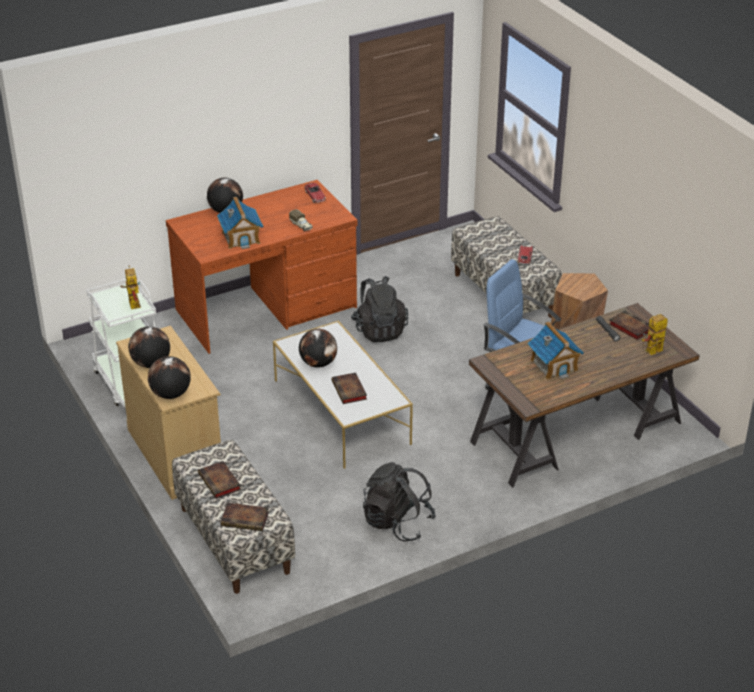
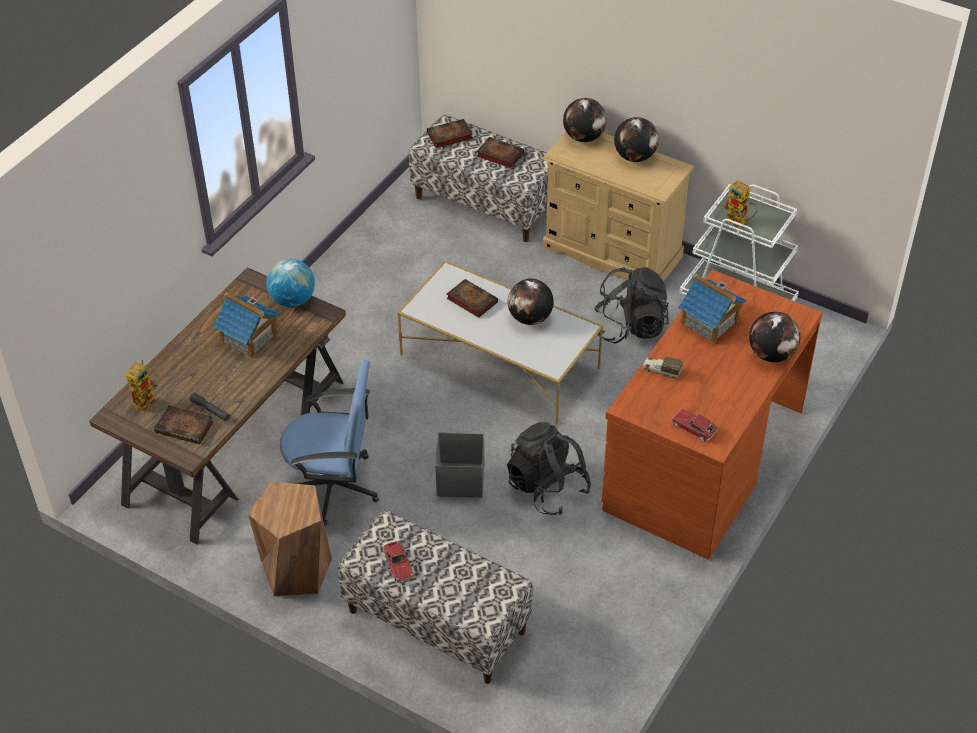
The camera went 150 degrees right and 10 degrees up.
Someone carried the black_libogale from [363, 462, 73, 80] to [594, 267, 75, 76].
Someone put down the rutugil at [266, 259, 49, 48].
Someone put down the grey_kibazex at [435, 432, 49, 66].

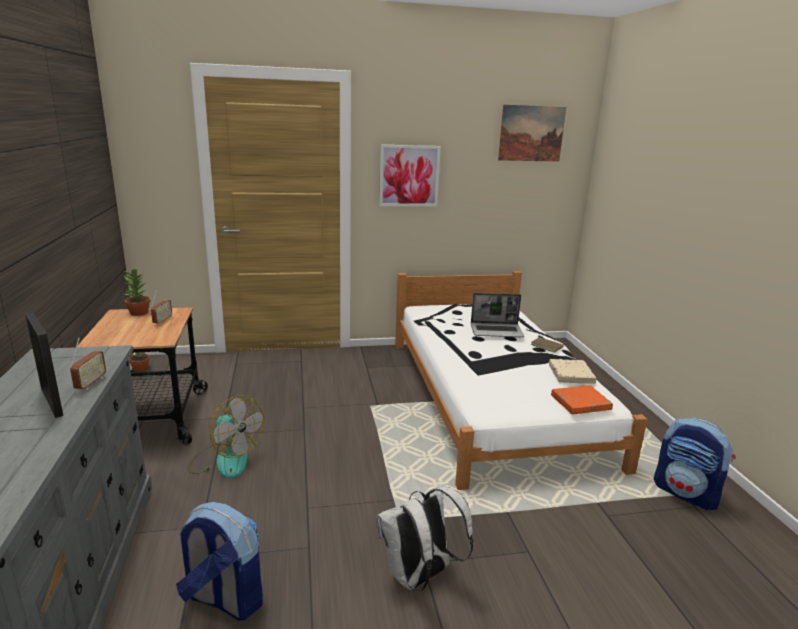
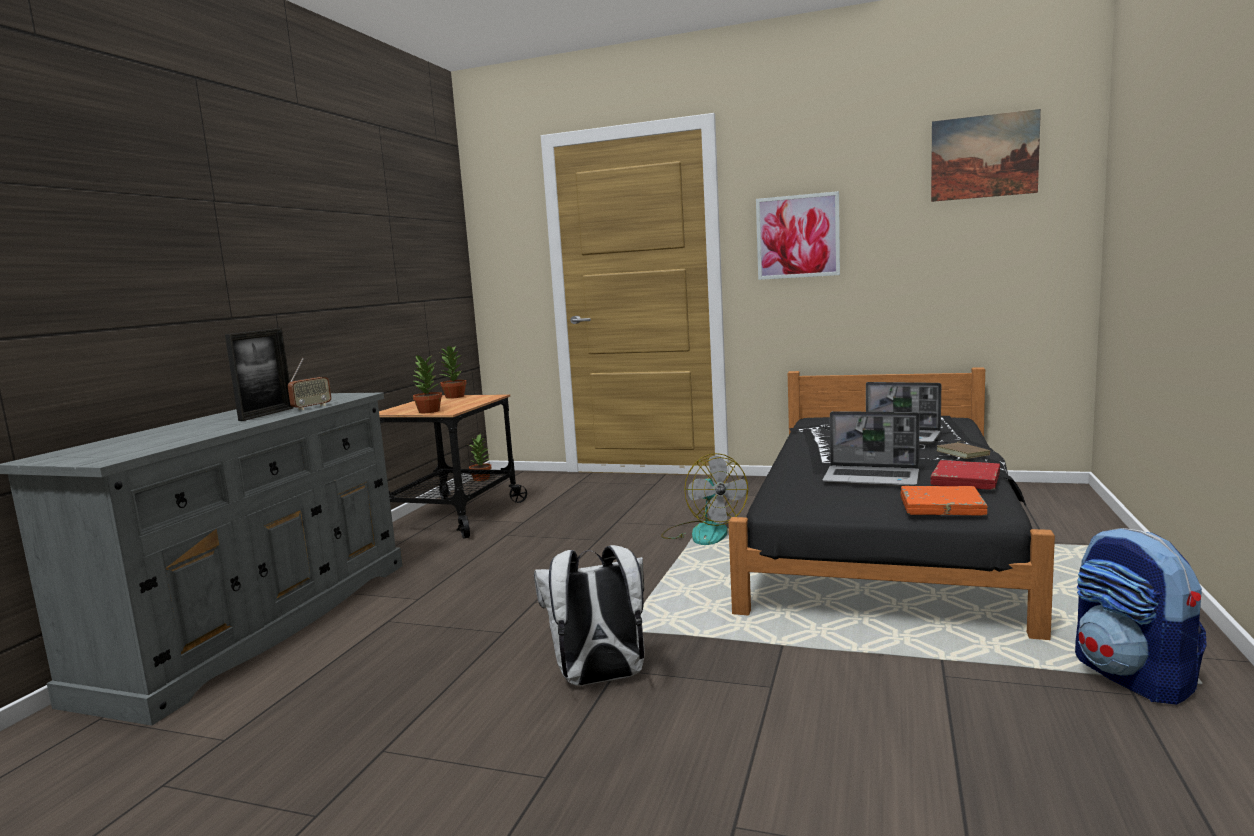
The camera went 30 degrees right and 10 degrees down.
Someone rotated the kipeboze at [25, 313, 38, 105] by 150 degrees counterclockwise.
Someone took away the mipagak at [151, 289, 21, 35].
Someone took away the libogale at [176, 502, 87, 119].
Someone carried the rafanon from [188, 395, 76, 84] to [661, 453, 87, 92].
Someone repainted the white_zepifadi at [395, 271, 253, 219], which became the black_zepifadi at [728, 367, 327, 273].
Someone repainted the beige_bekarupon at [549, 359, 48, 25], which became the red_bekarupon at [931, 460, 69, 30].
Someone put down the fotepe at [412, 355, 30, 58].
Someone put down the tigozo at [822, 411, 98, 75].

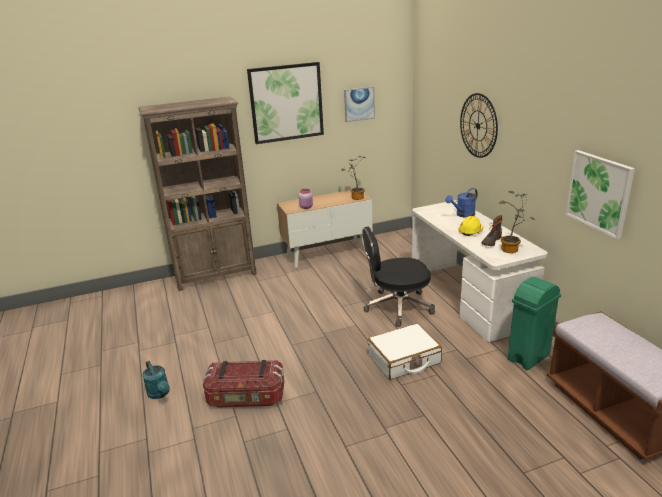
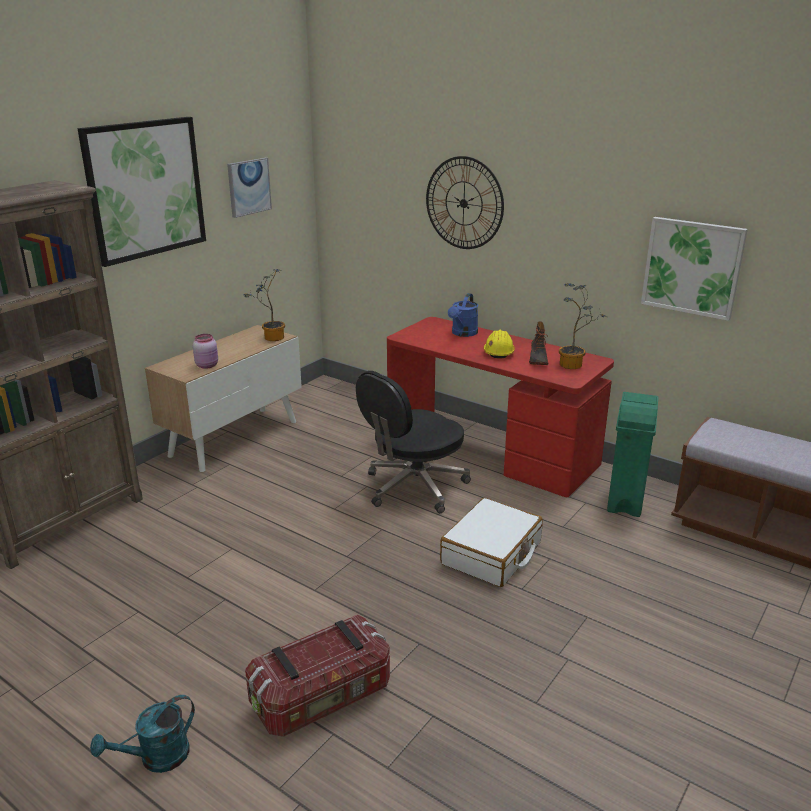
The camera went 35 degrees left and 0 degrees up.
Someone rotated the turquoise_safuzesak at [142, 361, 28, 38] by 120 degrees clockwise.
Someone repainted the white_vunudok at [412, 200, 136, 142], which became the red_vunudok at [387, 317, 227, 180].

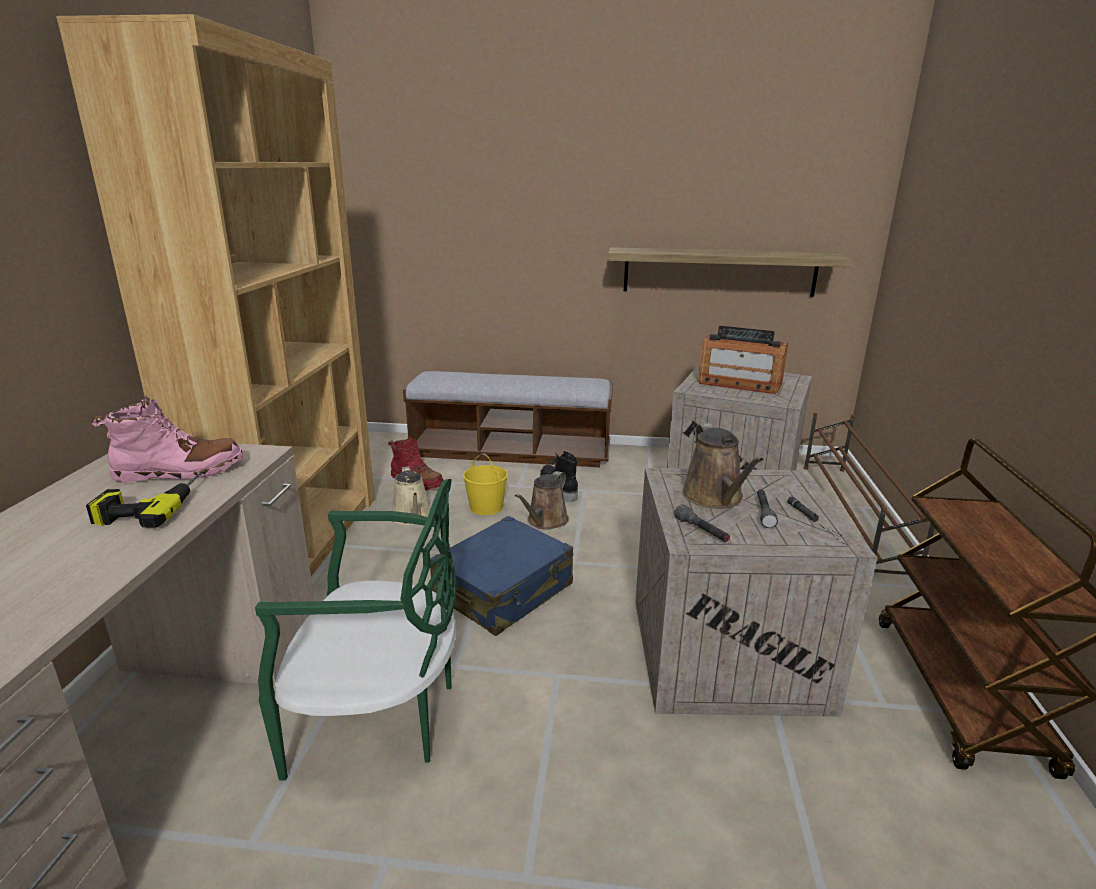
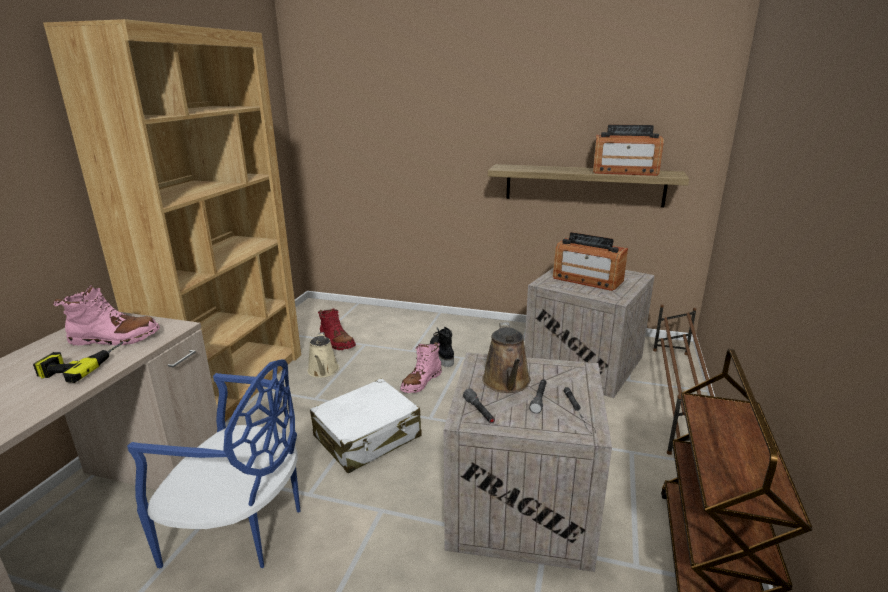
The camera went 10 degrees right and 0 degrees up.
Someone repainted the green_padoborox at [255, 479, 202, 302], which became the blue_padoborox at [127, 359, 173, 209].
Someone took away the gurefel at [403, 371, 210, 96].
Someone repainted the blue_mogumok at [430, 516, 143, 120], which became the white_mogumok at [310, 378, 112, 95].
Someone took away the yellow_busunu at [463, 453, 45, 62].
Someone swapped the brown_safuzesak at [515, 471, 54, 59] for the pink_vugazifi at [400, 342, 42, 51].
Someone put down the mipagak at [593, 124, 71, 52].

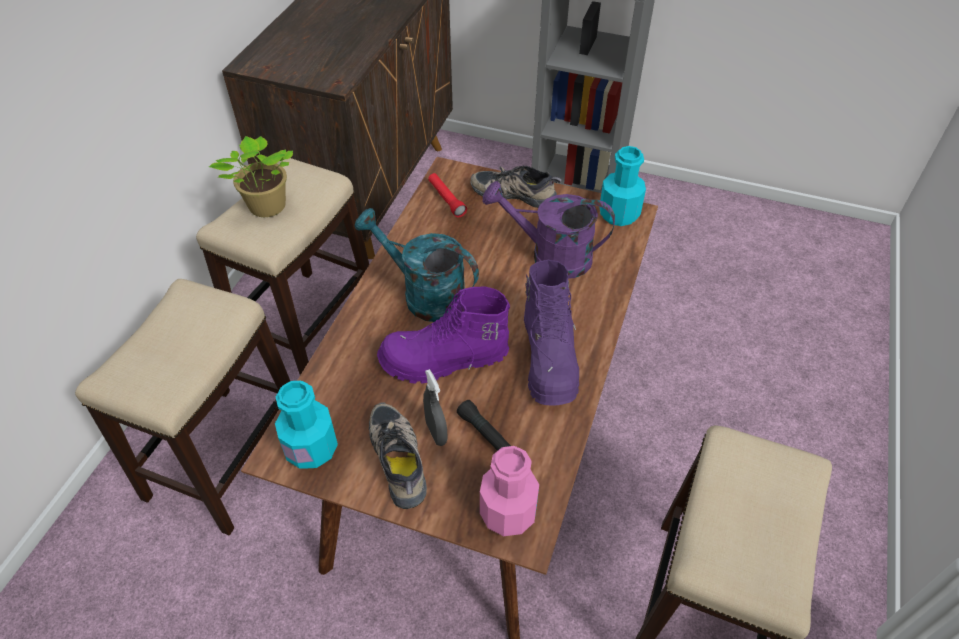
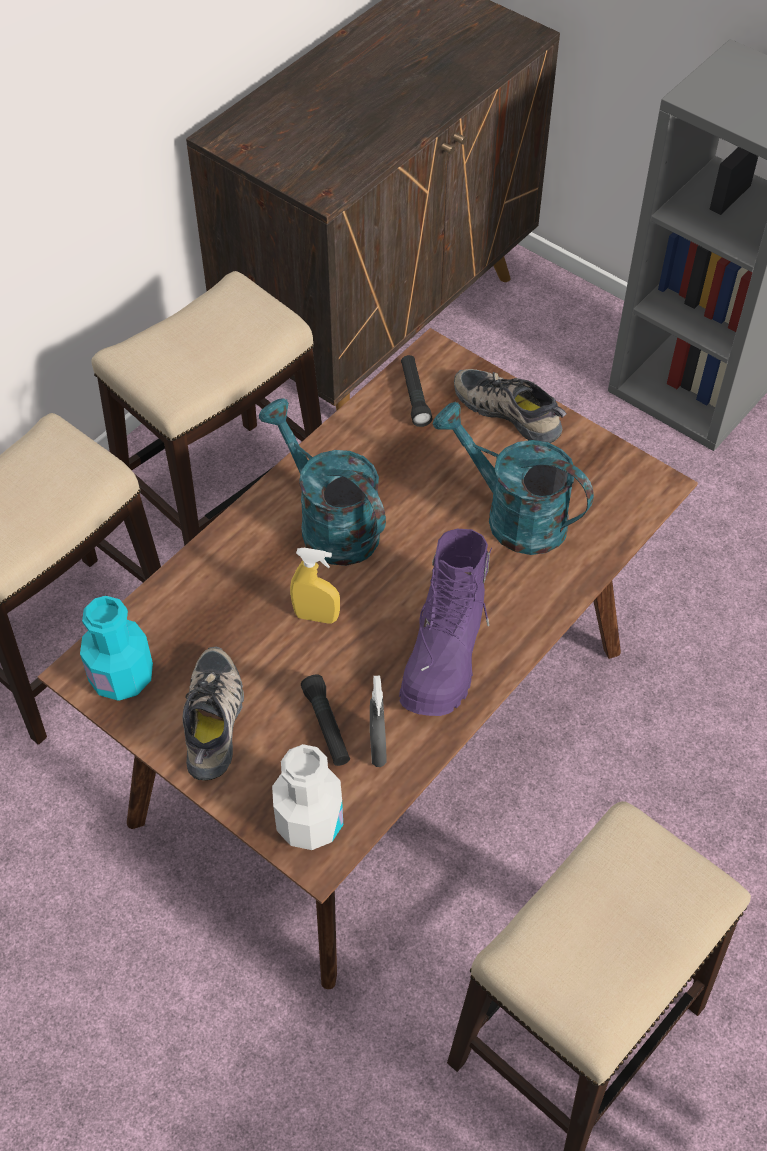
The camera went 20 degrees right and 5 degrees up.
Someone took away the fotepe at [209, 136, 84, 81].
Someone swapped the purple_vugazifi at [377, 286, 133, 98] for the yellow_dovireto at [290, 548, 50, 76].
Someone carried the grey_dovireto from [423, 369, 25, 77] to [370, 676, 16, 91].
Someone repainted the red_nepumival at [428, 173, 39, 44], which became the black_nepumival at [401, 355, 32, 72].
Someone repainted the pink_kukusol at [480, 446, 59, 90], which became the white_kukusol at [272, 744, 71, 106].
Someone repainted the purple_safuzesak at [483, 181, 132, 98], which became the turquoise_safuzesak at [433, 402, 161, 153].
Someone took away the turquoise_kukusol at [600, 146, 46, 80].

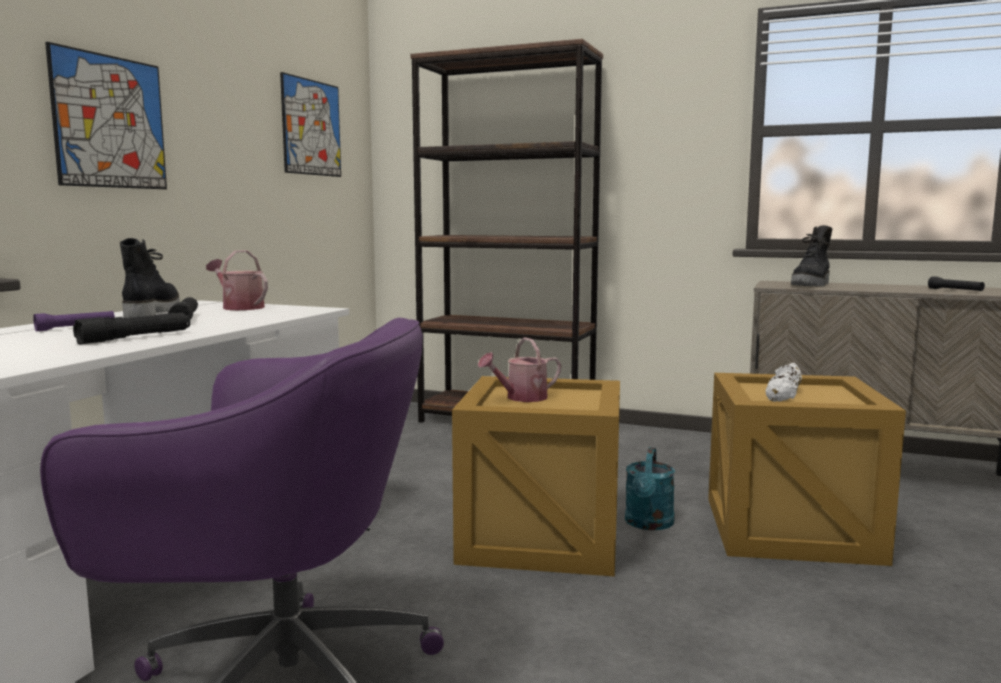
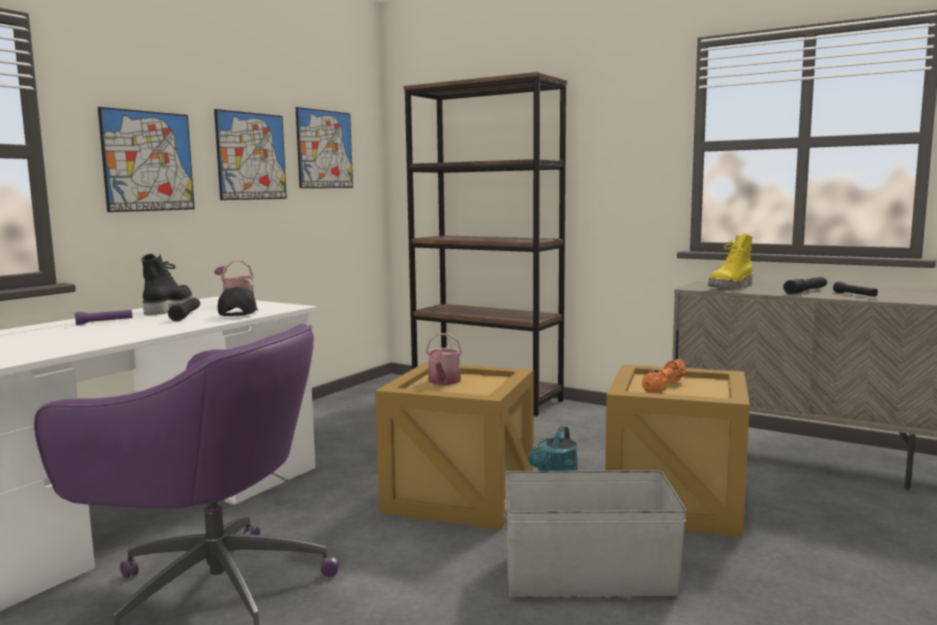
The camera went 10 degrees right and 0 degrees up.
Someone carried the black_nepumival from [73, 312, 117, 32] to [783, 277, 44, 17].
Someone rotated the safuzesak at [478, 337, 83, 65] by 60 degrees counterclockwise.
Someone repainted the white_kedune at [766, 363, 36, 39], which became the orange_kedune at [642, 359, 44, 34].
Someone repainted the black_vugazifi at [791, 225, 41, 61], which became the yellow_vugazifi at [708, 233, 45, 56].
Someone put up the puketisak at [214, 109, 73, 91].
Someone put down the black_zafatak at [218, 287, 40, 29].
Someone put down the grey_kibazex at [504, 470, 183, 126].

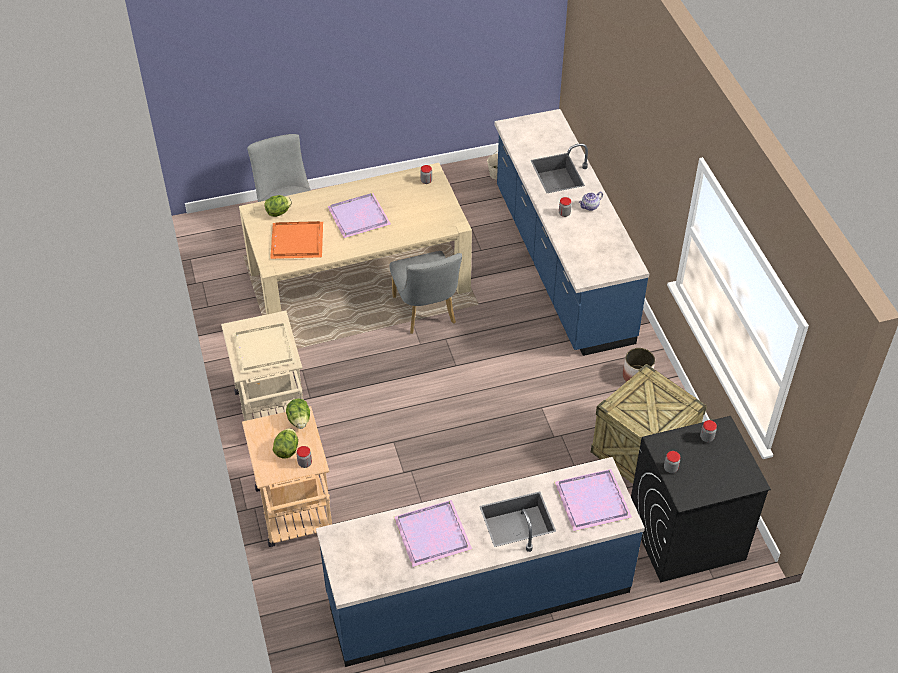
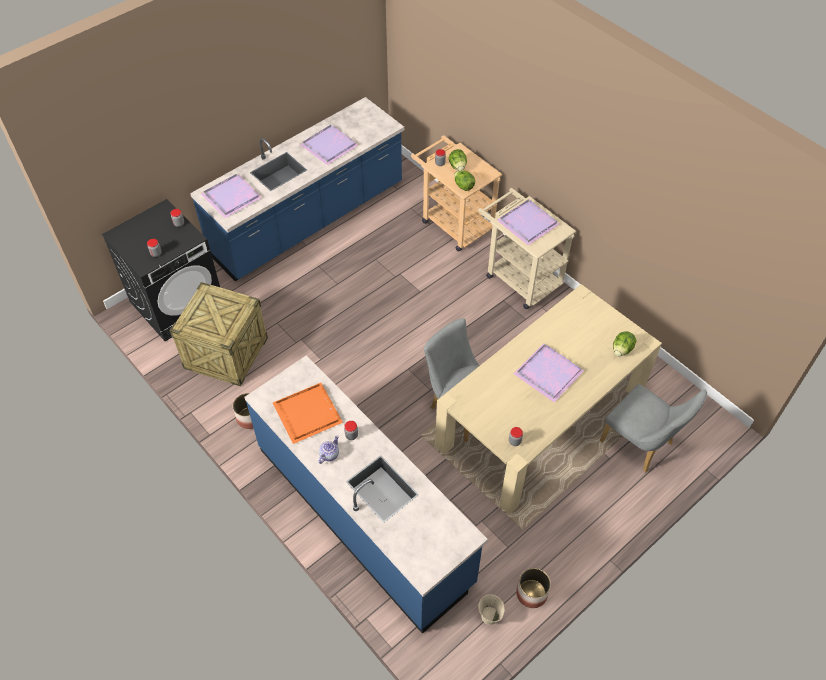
The camera went 155 degrees right and 5 degrees up.
Someone repainted the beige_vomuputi at [232, 323, 64, 51], which became the purple_vomuputi at [497, 199, 63, 46].
Someone carried the orange_vomuputi from [270, 221, 53, 38] to [273, 383, 70, 61].
Someone put down the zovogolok at [516, 568, 35, 40].

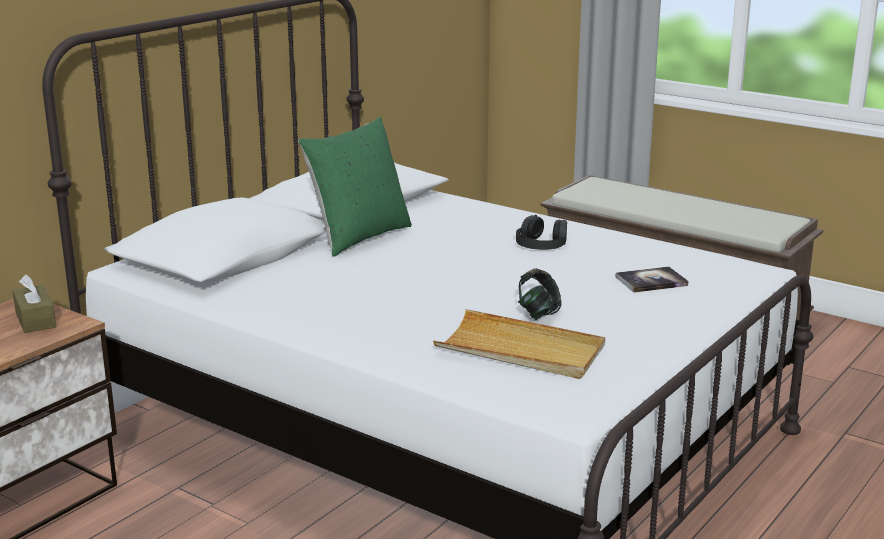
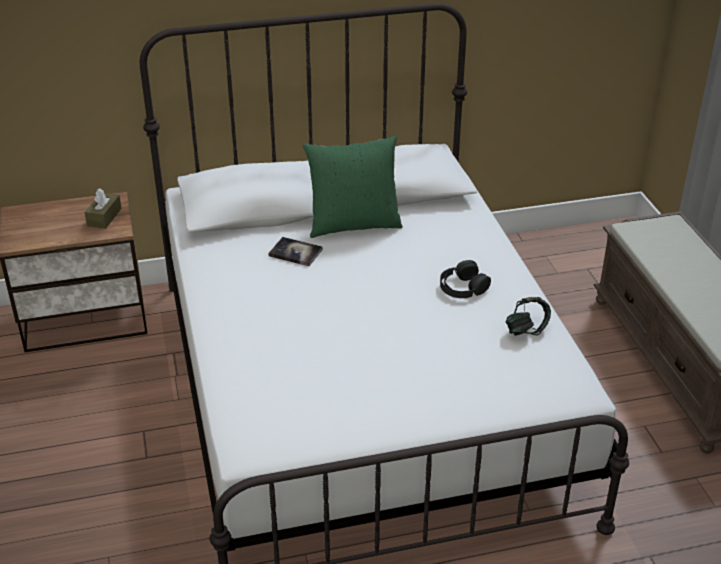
The camera went 40 degrees right and 15 degrees up.
Someone took away the beige_vomuputi at [433, 309, 172, 70].
Someone carried the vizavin from [518, 268, 43, 52] to [506, 297, 45, 39].
Someone carried the bekarupon from [615, 267, 74, 26] to [268, 237, 55, 29].

